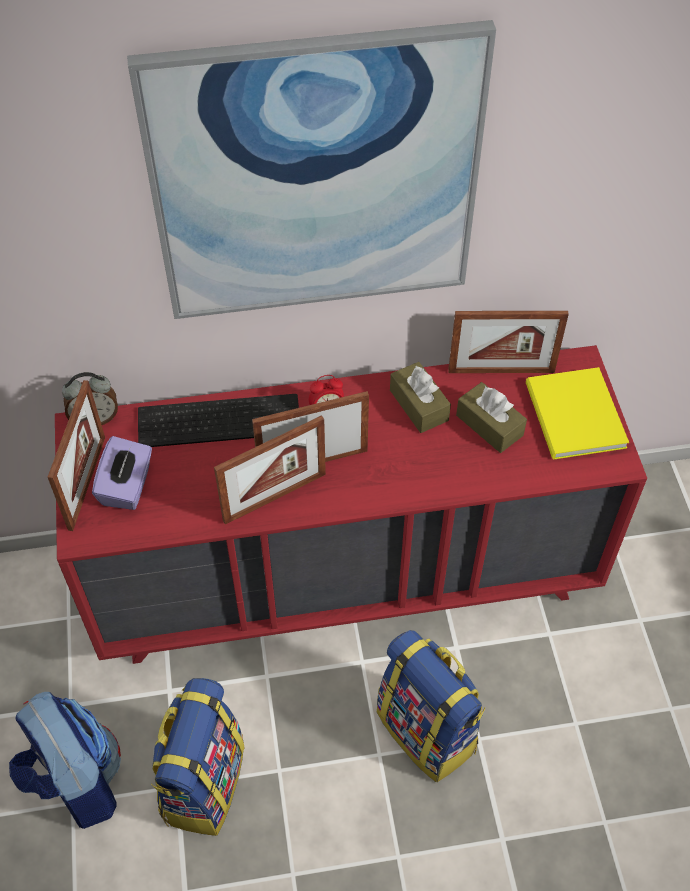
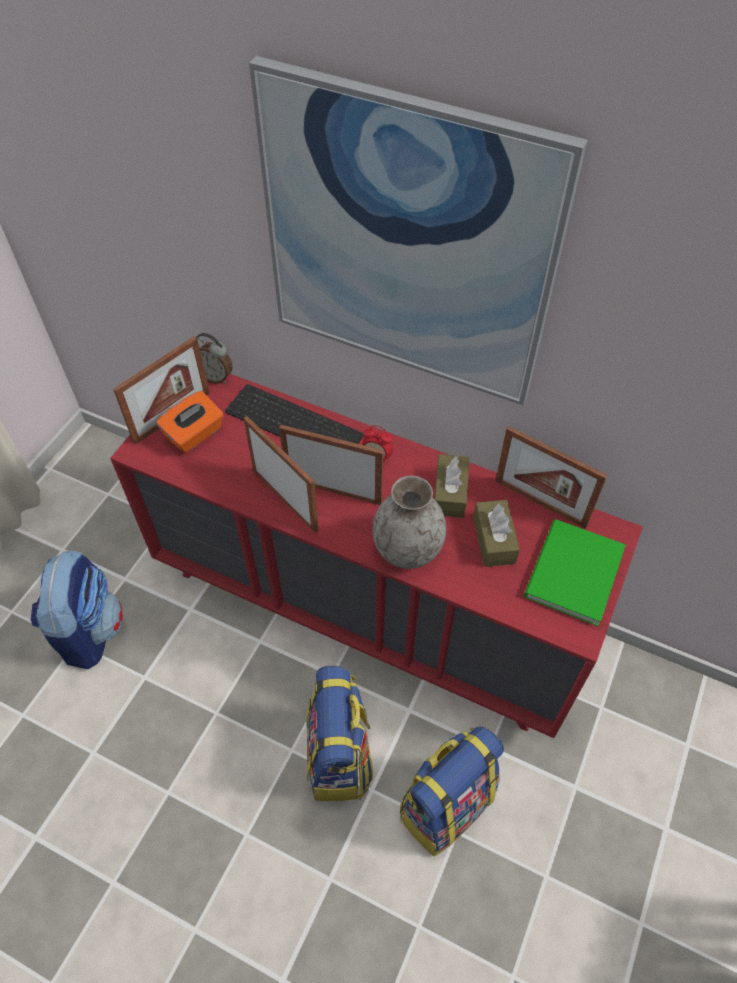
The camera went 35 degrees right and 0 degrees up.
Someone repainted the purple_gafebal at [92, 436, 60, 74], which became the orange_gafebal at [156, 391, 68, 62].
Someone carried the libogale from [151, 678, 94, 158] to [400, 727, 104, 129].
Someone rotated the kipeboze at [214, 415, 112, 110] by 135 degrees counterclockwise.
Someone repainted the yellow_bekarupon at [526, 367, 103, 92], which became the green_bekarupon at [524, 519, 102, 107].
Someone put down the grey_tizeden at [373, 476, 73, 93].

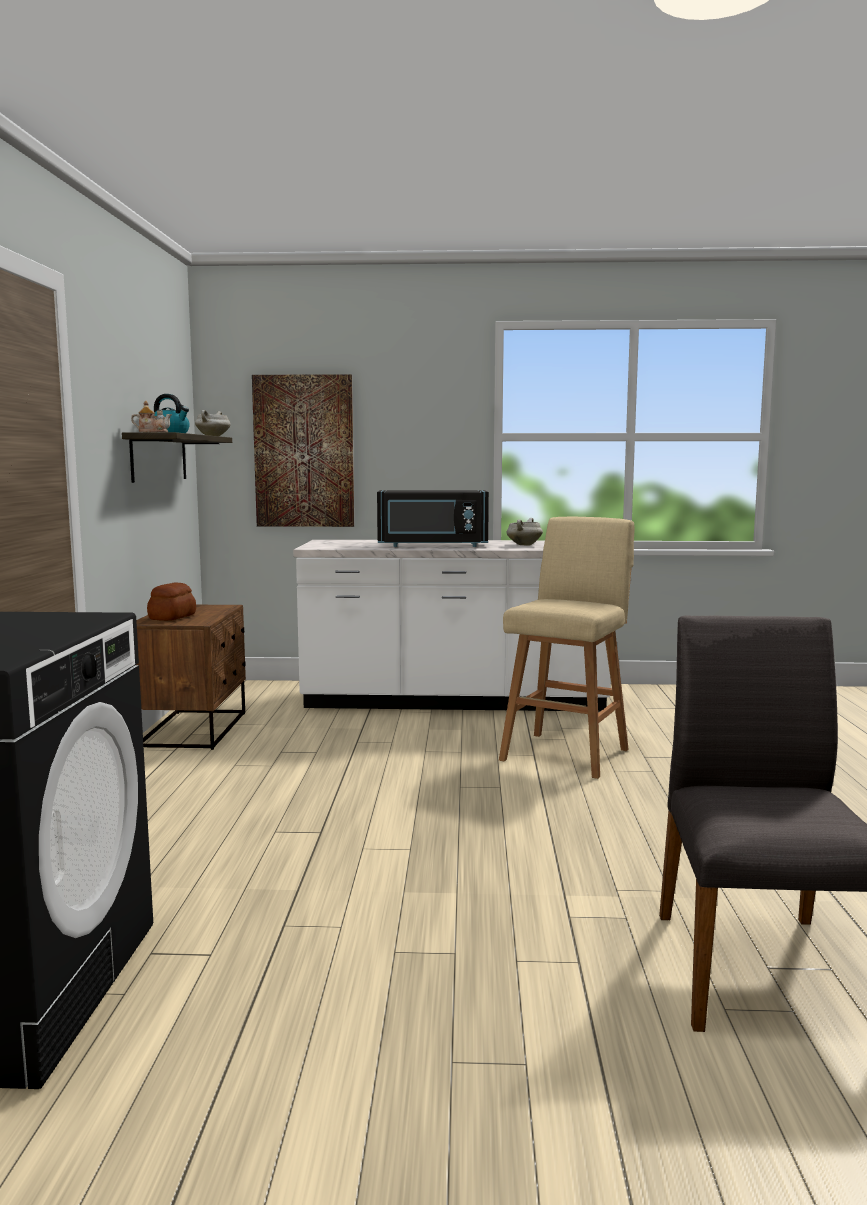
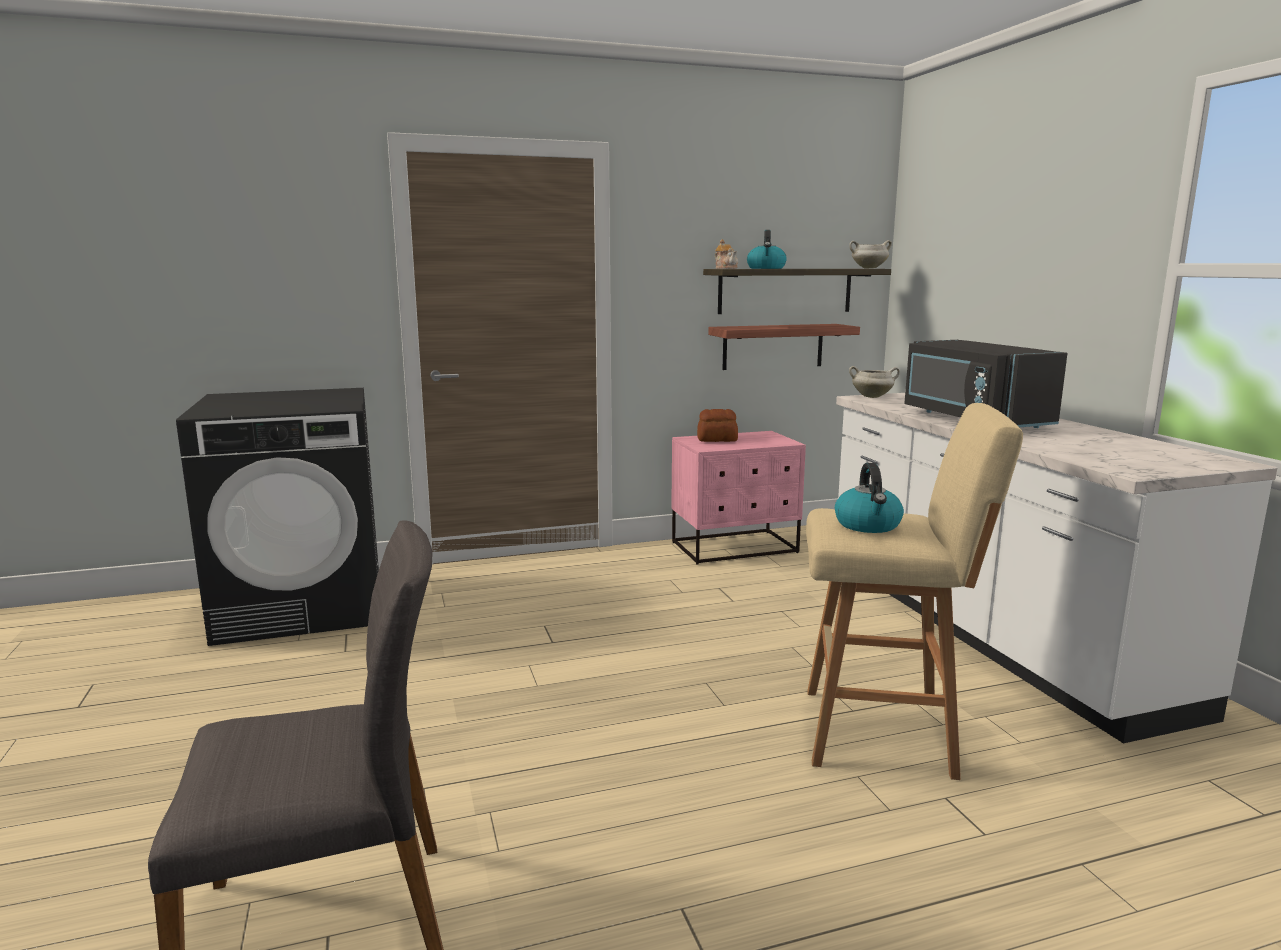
The camera went 70 degrees right and 5 degrees up.
Someone repainted the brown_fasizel at [136, 605, 110, 145], which became the pink_fasizel at [671, 431, 135, 134].
Someone took away the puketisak at [252, 374, 102, 153].
Someone carried the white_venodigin from [507, 518, 36, 27] to [849, 366, 51, 32].
Someone put up the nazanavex at [708, 324, 152, 46].
Someone put down the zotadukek at [835, 463, 69, 70].

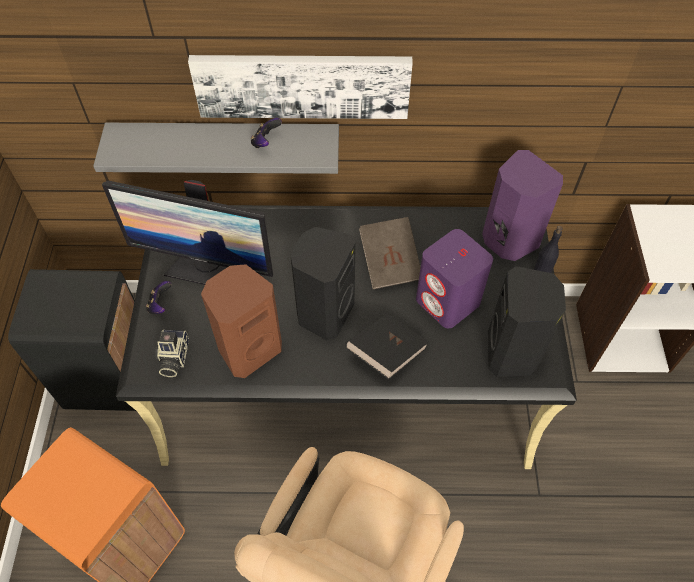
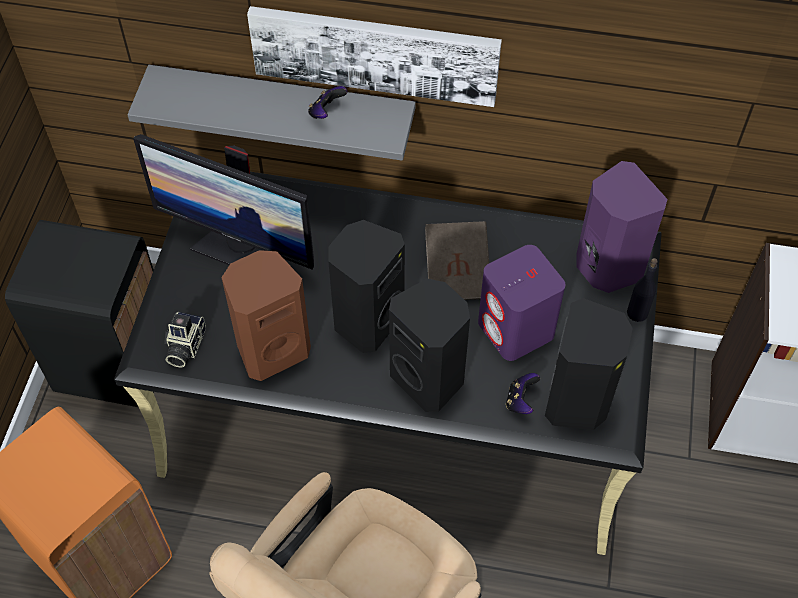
The camera went 10 degrees right and 0 degrees up.
Someone carried the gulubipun from [146, 281, 26, 33] to [506, 373, 34, 41].
Someone swapped the black_bekarupon at [345, 313, 84, 67] for the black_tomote at [389, 279, 81, 133].

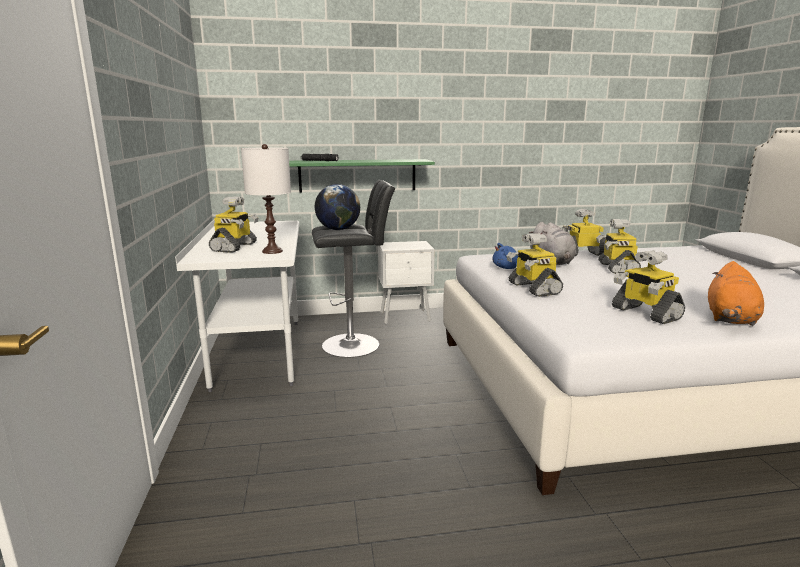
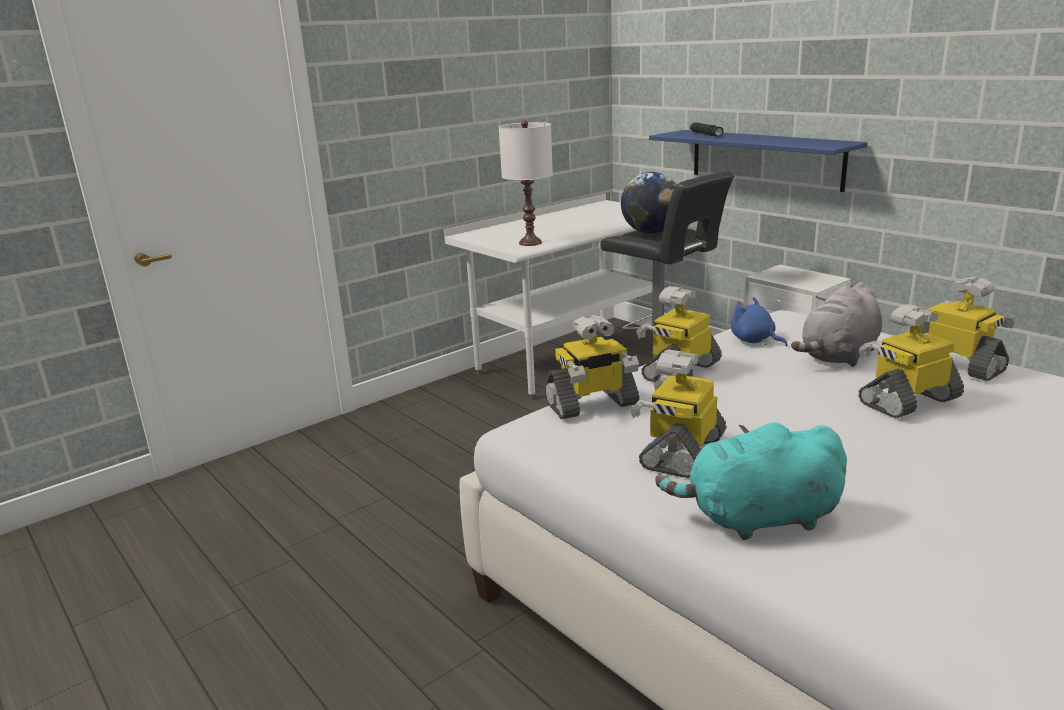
The camera went 60 degrees right and 5 degrees up.
Someone carried the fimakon from [209, 197, 50, 56] to [544, 315, 96, 104].
Someone repainted the green_nazanavex at [289, 159, 146, 34], which became the blue_nazanavex at [649, 130, 219, 62].
Someone repainted the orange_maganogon at [708, 261, 56, 65], which became the turquoise_maganogon at [655, 422, 192, 118].

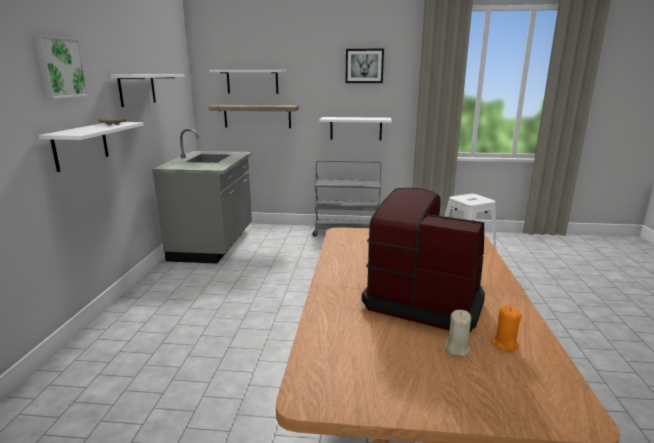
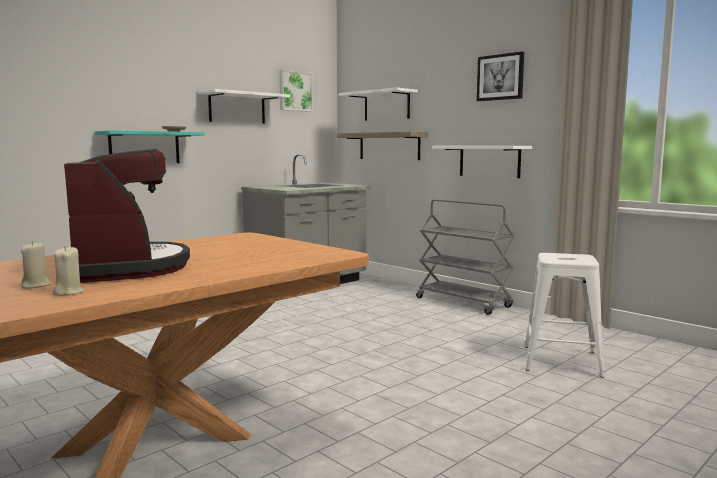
The camera went 40 degrees right and 10 degrees down.
Someone carried the puketisak from [34, 35, 55, 64] to [279, 70, 34, 42].
Someone repainted the white_nazanavex at [39, 122, 105, 50], which became the turquoise_nazanavex at [95, 130, 110, 33].
Someone repainted the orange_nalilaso at [490, 305, 32, 46], which became the beige_nalilaso at [53, 246, 31, 50].

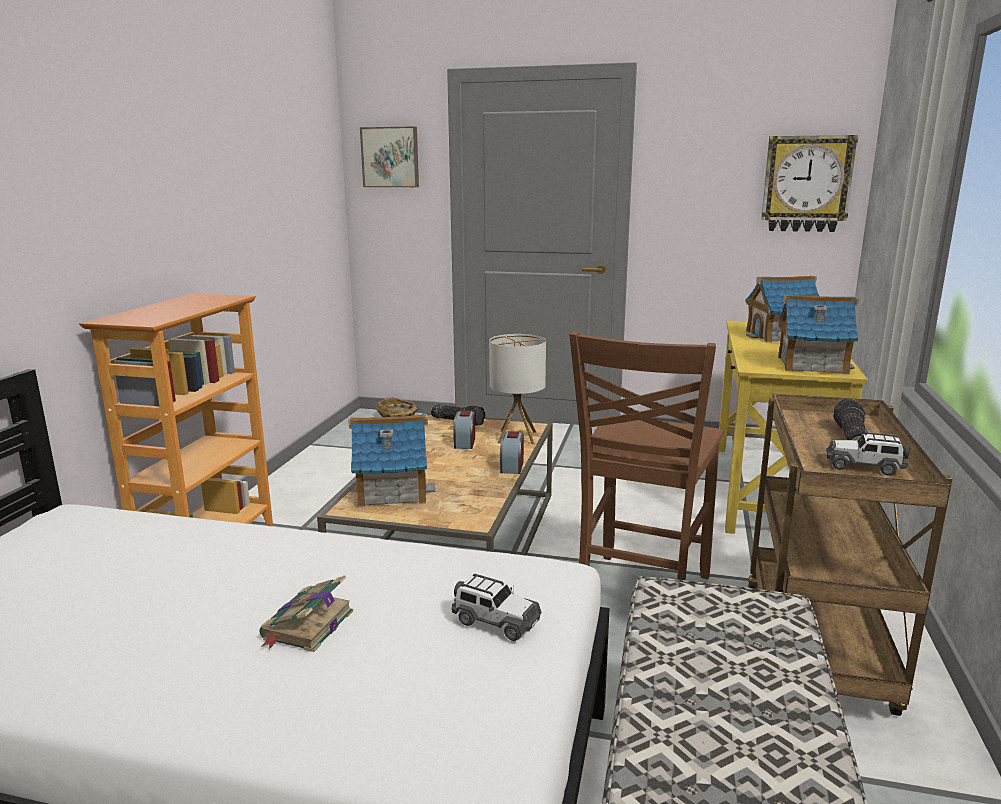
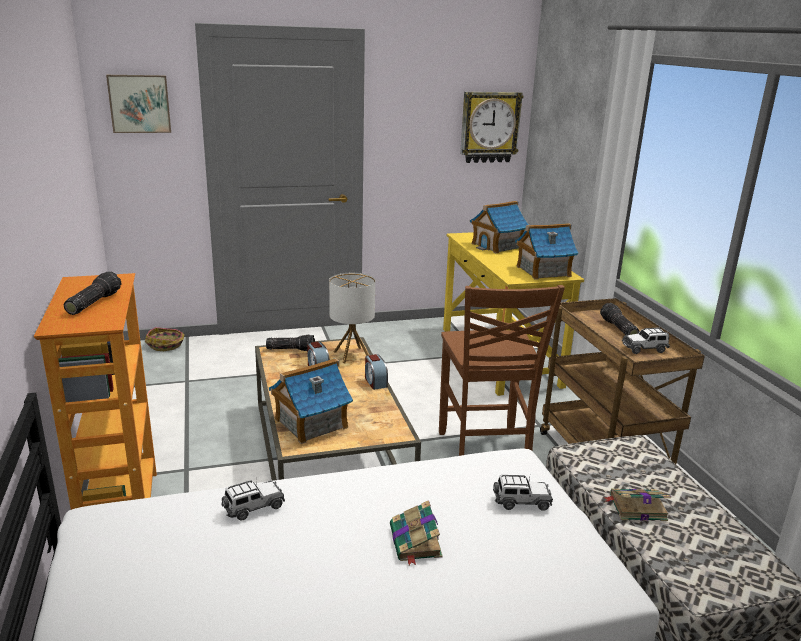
The camera went 30 degrees left and 5 degrees up.
Someone put down the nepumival at [64, 272, 57, 43].
Someone put down the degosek at [222, 480, 63, 41].
Someone put down the bekarupon at [603, 488, 68, 33].

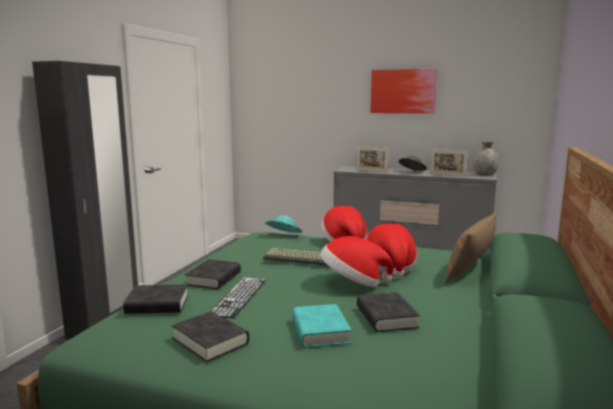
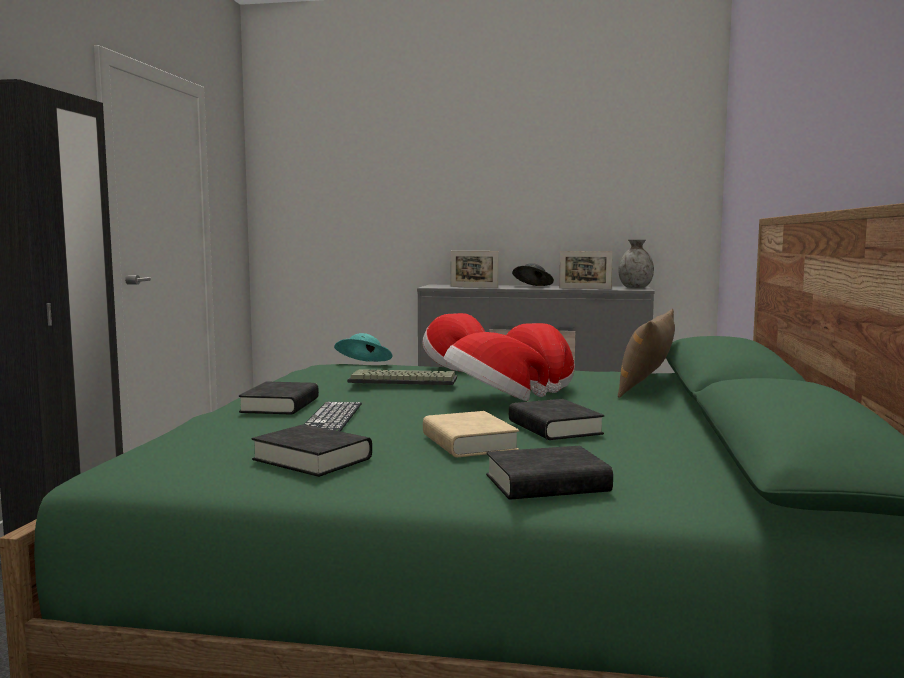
The camera went 10 degrees left and 5 degrees down.
Someone carried the black_bekarupon from [123, 284, 66, 30] to [486, 446, 127, 54].
Someone repainted the turquoise_bekarupon at [292, 304, 60, 44], which became the beige_bekarupon at [423, 411, 96, 46].
Someone took away the puketisak at [370, 69, 67, 45].

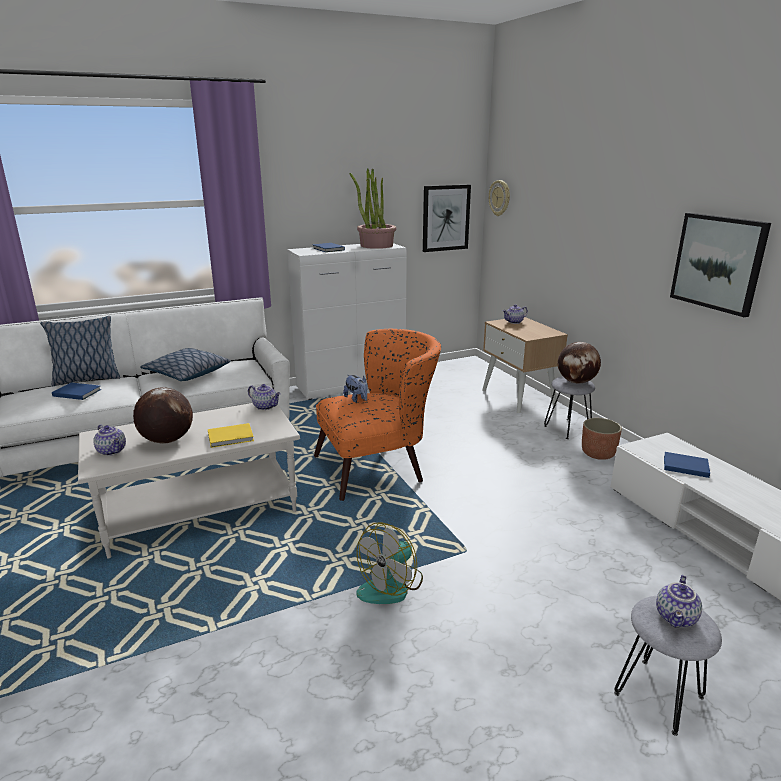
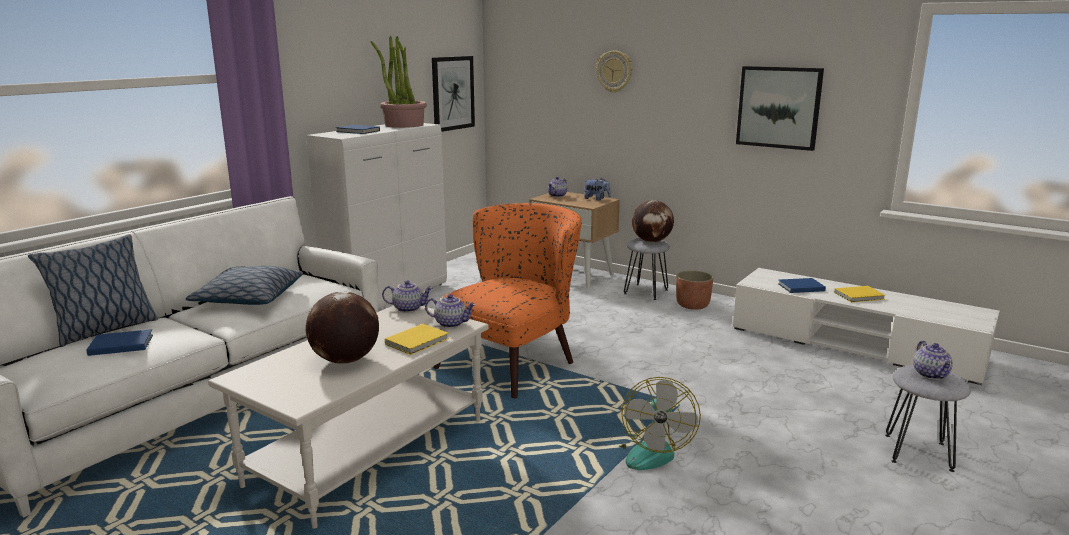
The camera went 30 degrees left and 5 degrees down.
Someone carried the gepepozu from [93, 425, 33, 31] to [425, 294, 51, 34].
Someone carried the maganogon from [343, 375, 25, 27] to [584, 178, 27, 22].
Someone carried the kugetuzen from [489, 180, 21, 36] to [596, 50, 37, 43].
Someone put down the yellow_bekarupon at [834, 286, 52, 16].

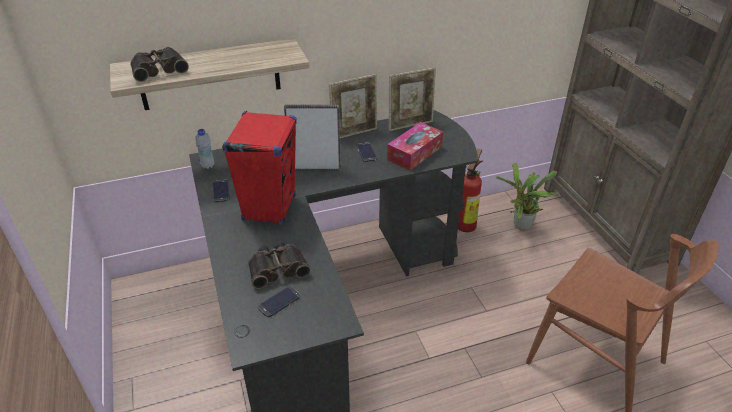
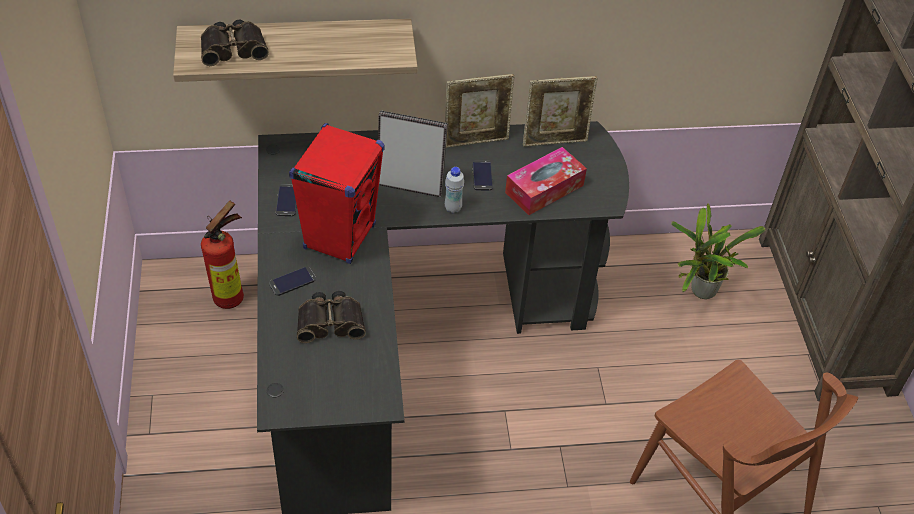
The camera went 10 degrees right and 10 degrees up.
Someone carried the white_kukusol from [195, 129, 19, 40] to [445, 167, 19, 46].
Someone carried the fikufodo from [258, 286, 42, 31] to [269, 266, 47, 30].
Someone carried the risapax from [458, 149, 25, 83] to [201, 201, 43, 108].

